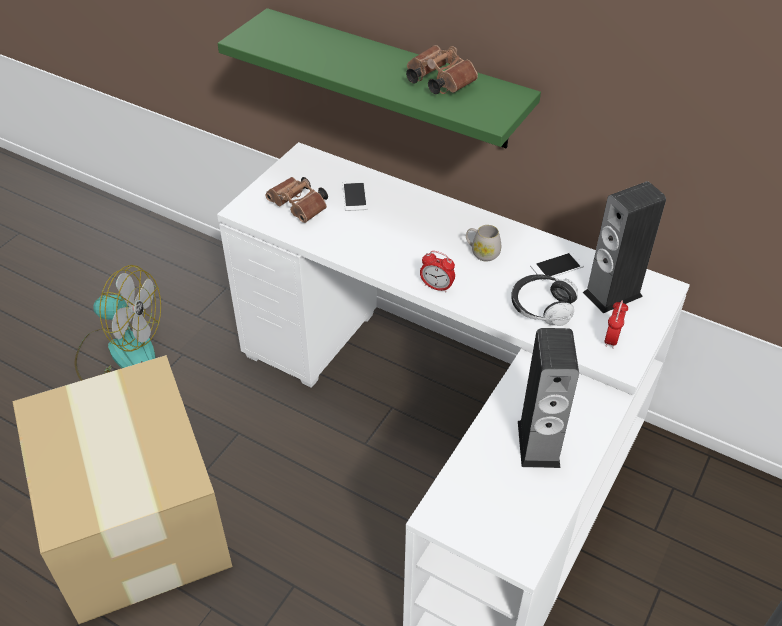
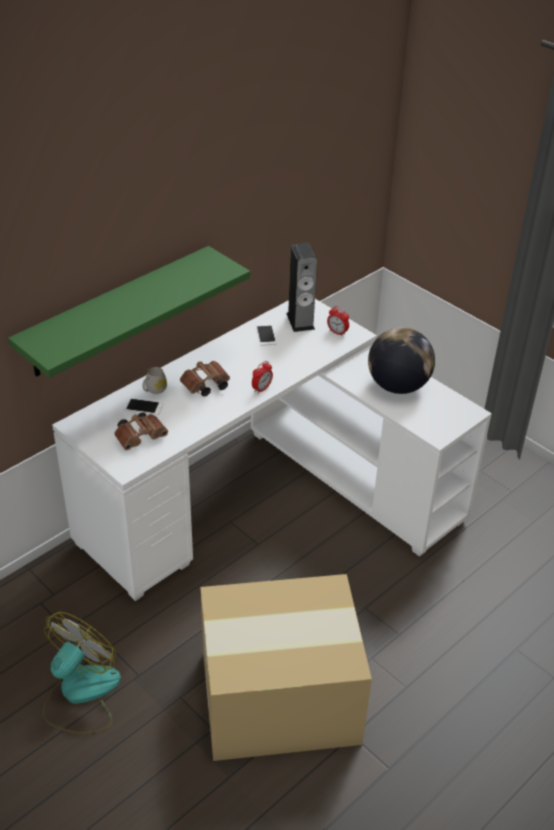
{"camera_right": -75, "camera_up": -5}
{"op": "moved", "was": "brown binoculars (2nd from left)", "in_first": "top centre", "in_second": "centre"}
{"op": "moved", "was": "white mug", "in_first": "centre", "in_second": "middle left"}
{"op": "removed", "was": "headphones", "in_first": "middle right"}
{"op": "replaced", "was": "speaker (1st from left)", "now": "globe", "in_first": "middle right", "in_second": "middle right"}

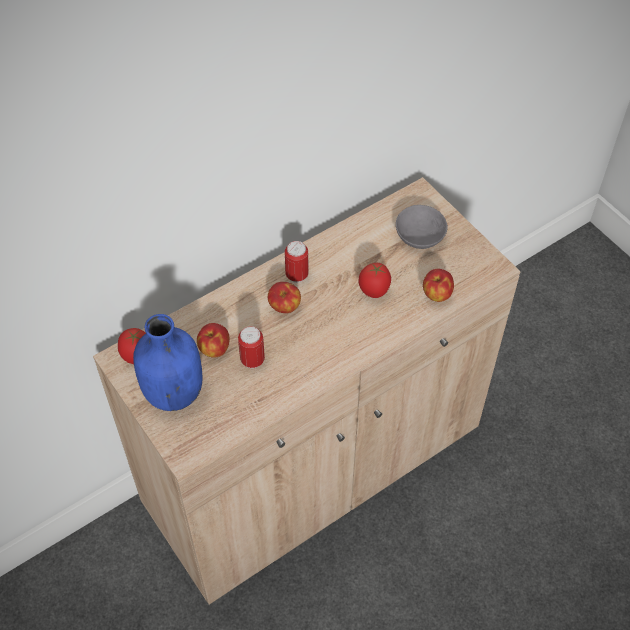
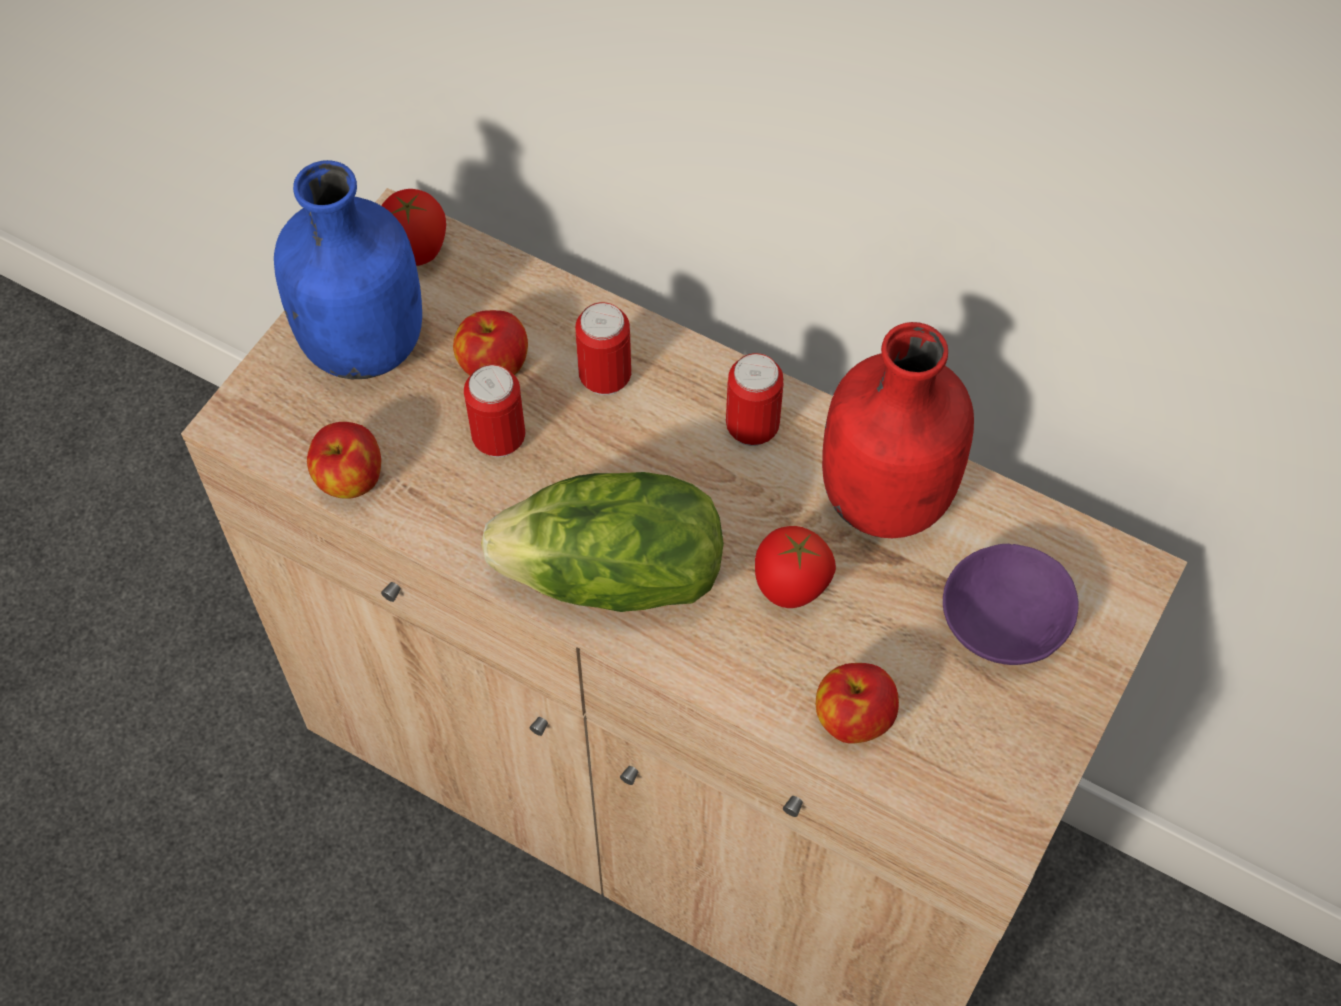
{"camera_right": 65, "camera_up": 5}
{"op": "recoloured", "was": "grey bowl", "now": "purple bowl", "in_first": "middle right", "in_second": "middle right"}
{"op": "moved", "was": "apple (2nd from left in the first image)", "now": "apple (1st from left)", "in_first": "centre", "in_second": "middle left"}
{"op": "added", "now": "can (2nd from left)", "in_second": "centre"}
{"op": "added", "now": "red bottle", "in_second": "middle right"}
{"op": "added", "now": "lettuce", "in_second": "centre"}

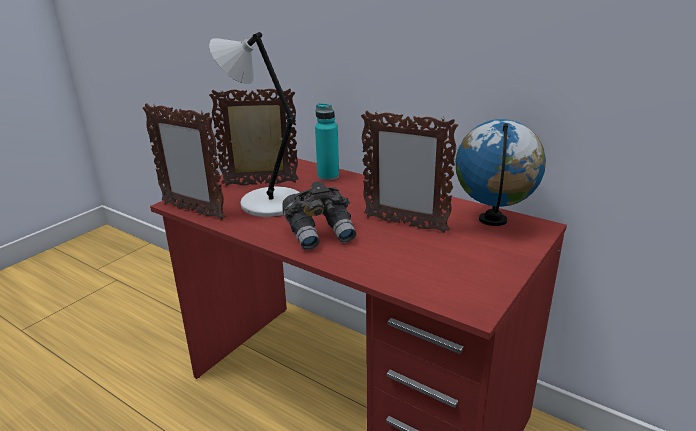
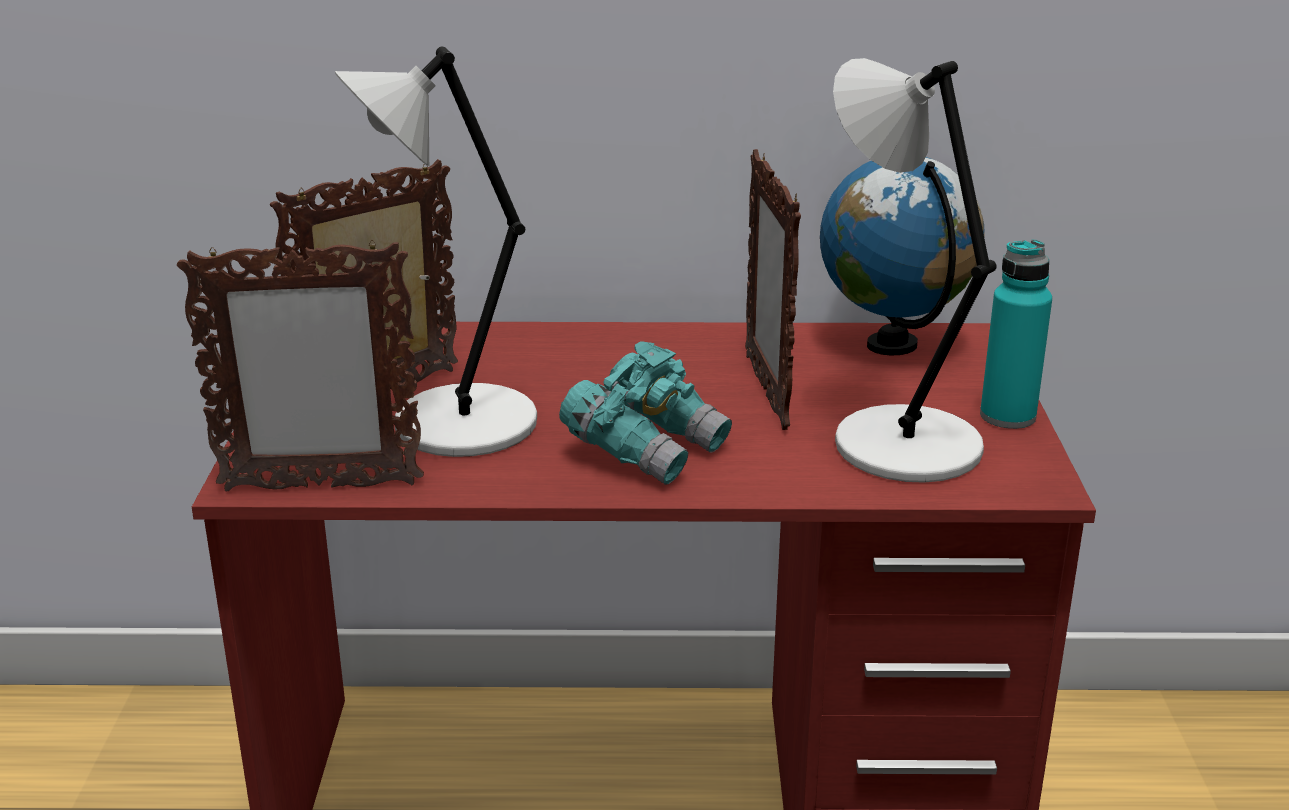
{"camera_right": -35, "camera_up": 0}
{"op": "moved", "was": "turquoise bottle", "in_first": "top centre", "in_second": "middle right"}
{"op": "turned", "was": "picture frame (3rd from left)", "in_first": "centre", "in_second": "centre", "clockwise": 90}
{"op": "recoloured", "was": "grey binoculars", "now": "turquoise binoculars", "in_first": "centre", "in_second": "centre"}
{"op": "added", "now": "grey table lamp (2nd from left)", "in_second": "middle right"}

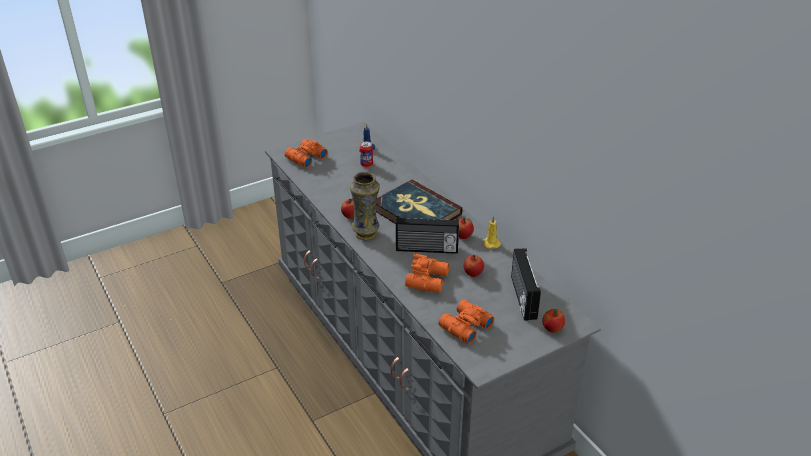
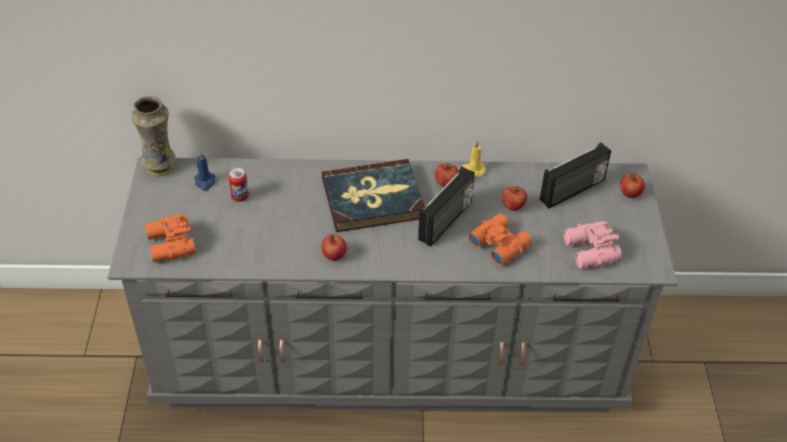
{"camera_right": -60, "camera_up": 10}
{"op": "moved", "was": "vase", "in_first": "centre", "in_second": "top left"}
{"op": "turned", "was": "radio (2nd from left)", "in_first": "centre", "in_second": "middle right", "clockwise": -60}
{"op": "recoloured", "was": "orange binoculars (3rd from left)", "now": "pink binoculars", "in_first": "bottom centre", "in_second": "middle right"}

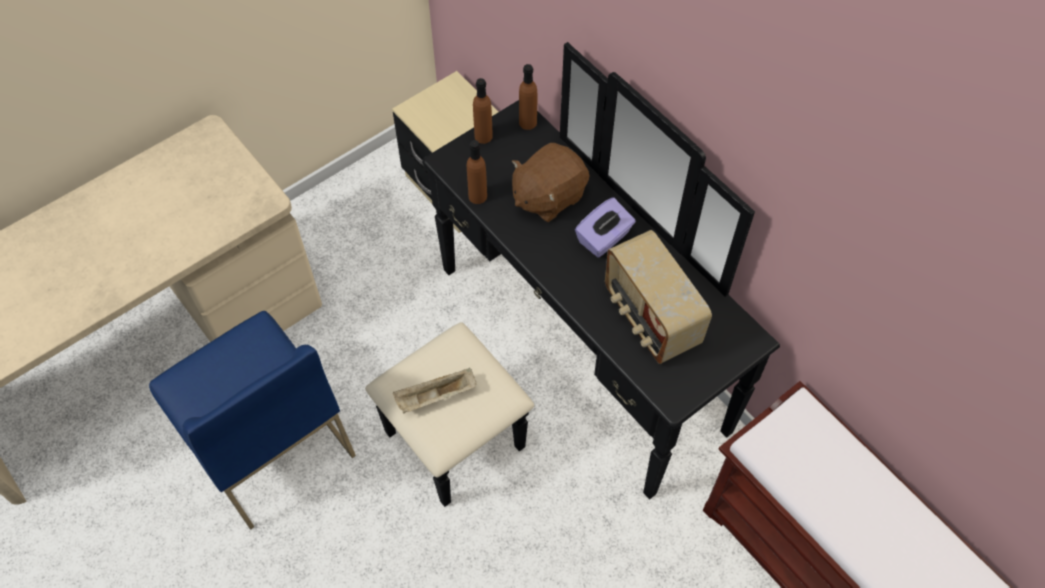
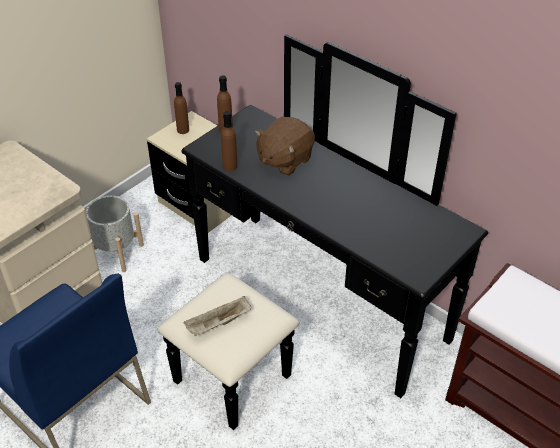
{"camera_right": -10, "camera_up": -15}
{"op": "moved", "was": "brown bottle (3rd from left in the first image)", "now": "brown bottle (1st from left)", "in_first": "top centre", "in_second": "top left"}
{"op": "removed", "was": "purple tissue box", "in_first": "centre"}
{"op": "removed", "was": "radio", "in_first": "centre"}
{"op": "added", "now": "grey planter", "in_second": "middle left"}

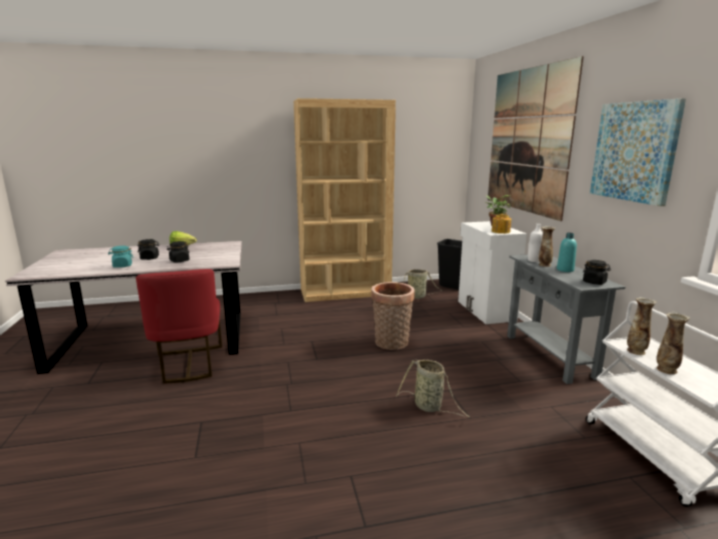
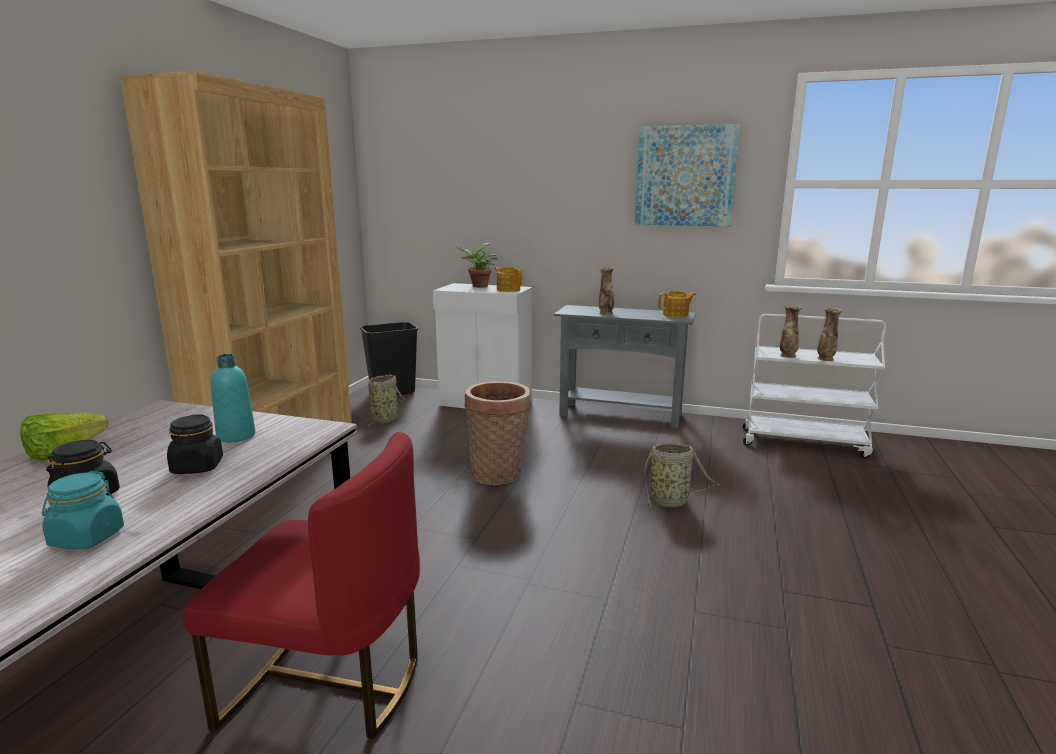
{"camera_right": -60, "camera_up": 0}
{"op": "removed", "was": "picture (1st from left)", "in_first": "top right"}
{"op": "removed", "was": "white bottle", "in_first": "middle right"}
{"op": "moved", "was": "turquoise bottle", "in_first": "middle right", "in_second": "middle left"}
{"op": "replaced", "was": "black jar (3rd from left)", "now": "teapot (2nd from left)", "in_first": "middle right", "in_second": "centre"}

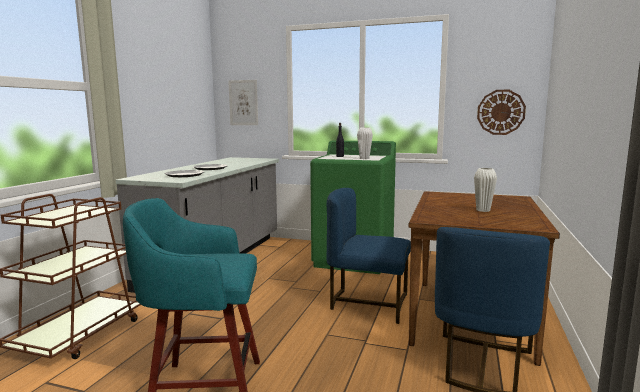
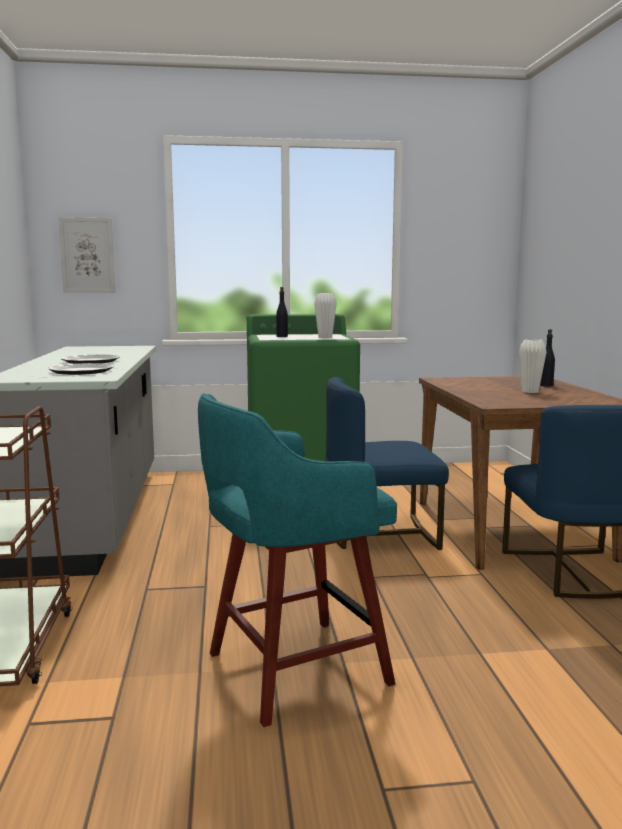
{"camera_right": -25, "camera_up": 0}
{"op": "removed", "was": "wall clock", "in_first": "top right"}
{"op": "added", "now": "black bottle (2nd from left)", "in_second": "middle right"}

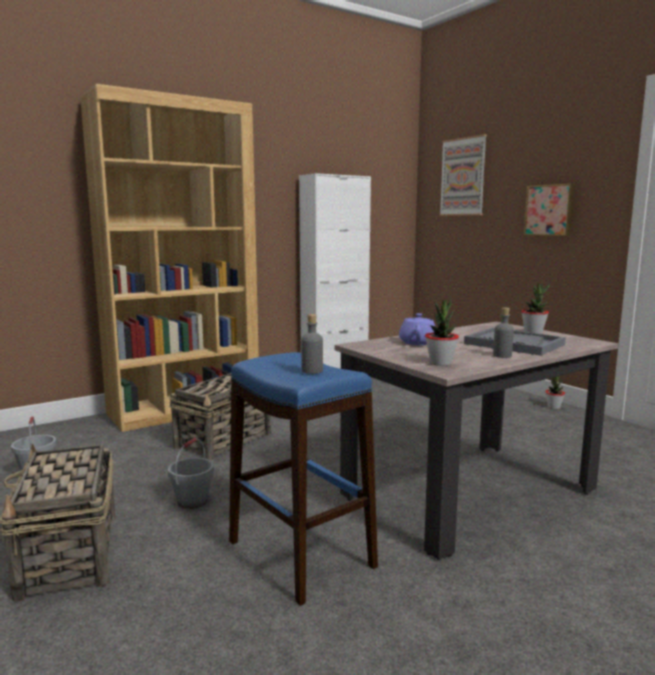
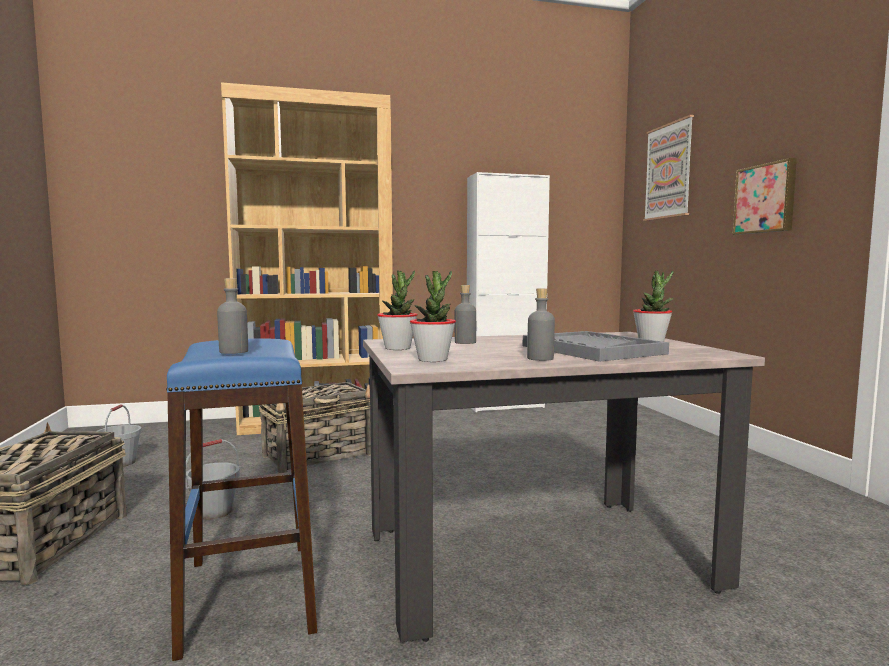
{"camera_right": 20, "camera_up": -5}
{"op": "replaced", "was": "purple teapot", "now": "grey bottle (2nd from left)", "in_first": "centre", "in_second": "centre"}
{"op": "moved", "was": "potted plant (3rd from left in the first image)", "now": "potted plant (1st from left)", "in_first": "middle right", "in_second": "centre"}

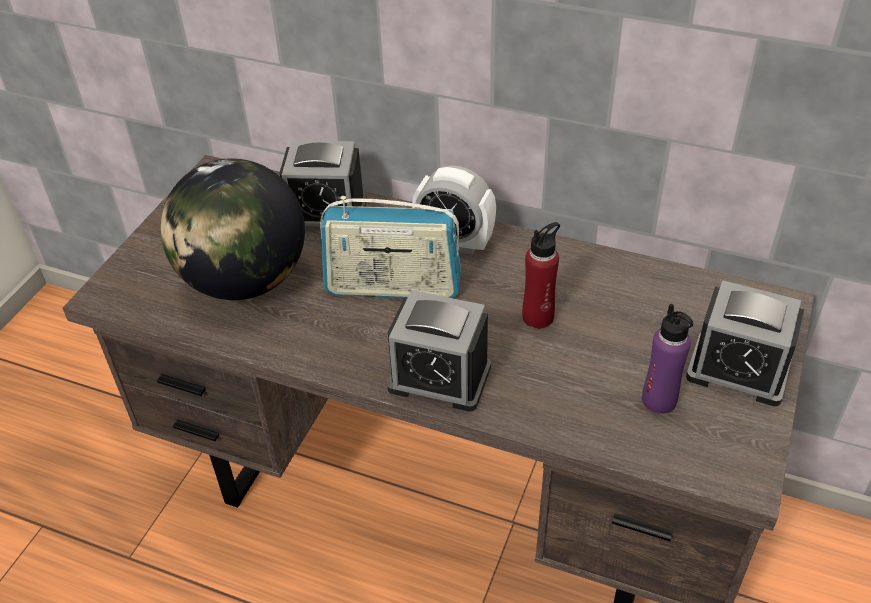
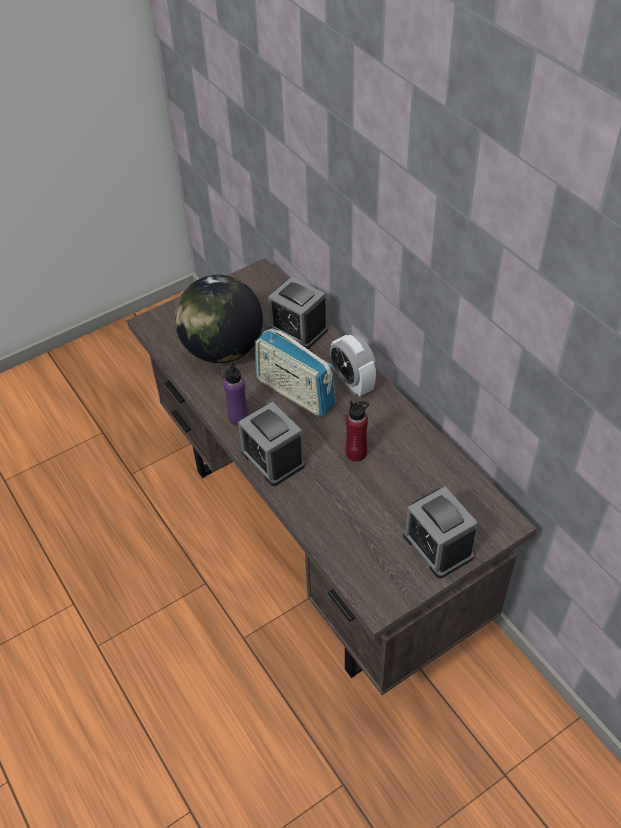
{"camera_right": 35, "camera_up": 5}
{"op": "moved", "was": "purple bottle", "in_first": "middle right", "in_second": "centre"}

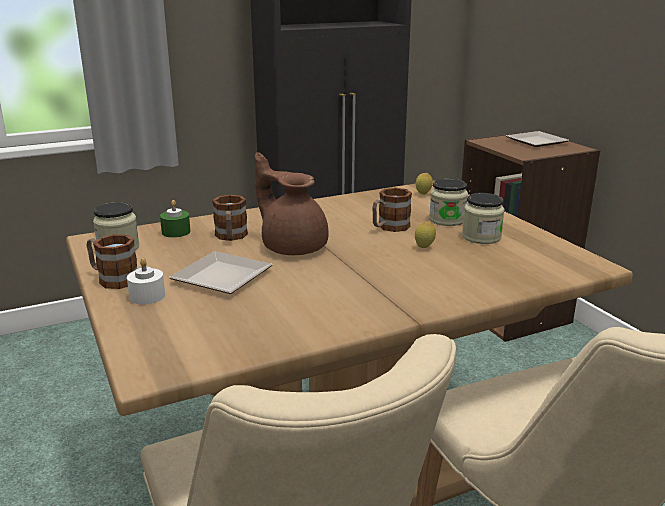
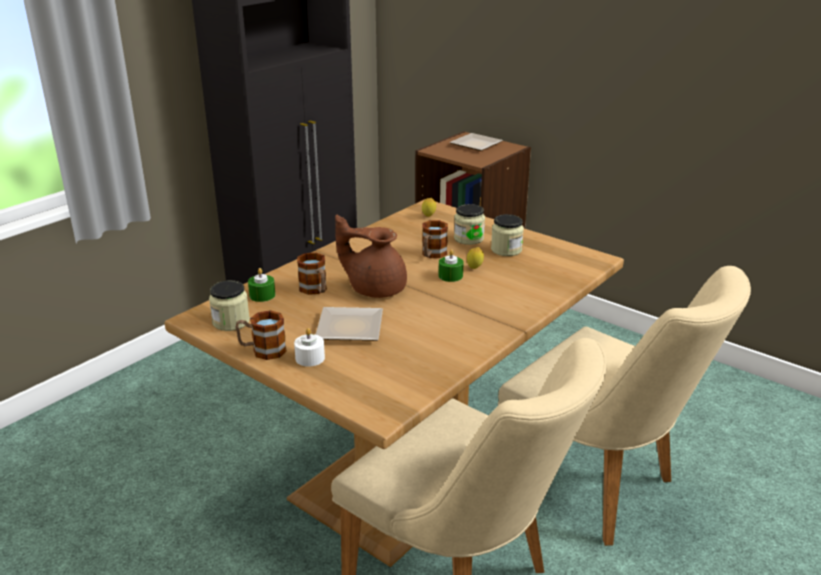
{"camera_right": -25, "camera_up": 5}
{"op": "added", "now": "green candle (2nd from left)", "in_second": "centre"}

